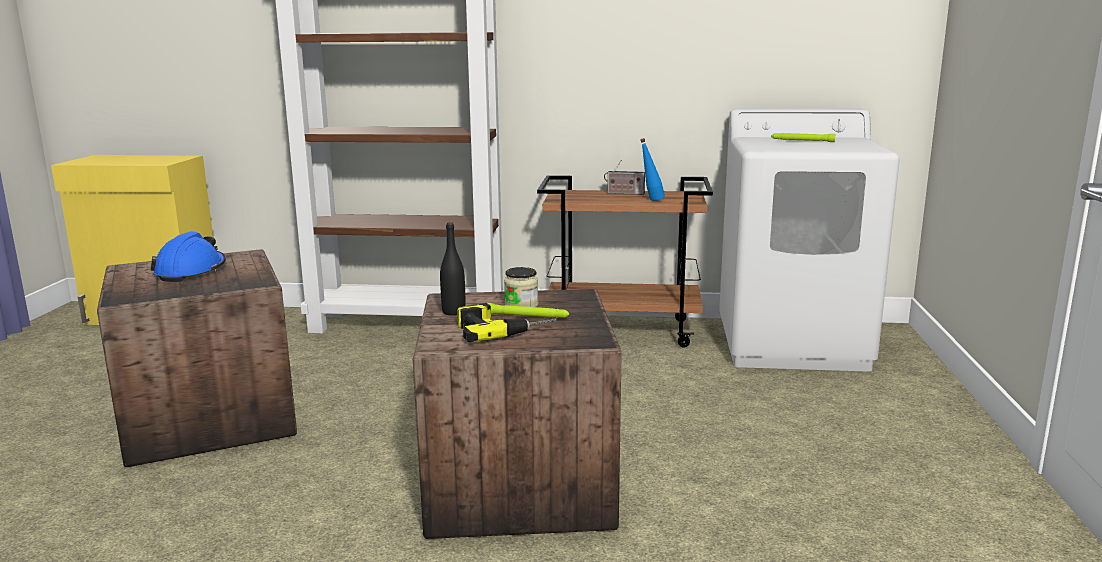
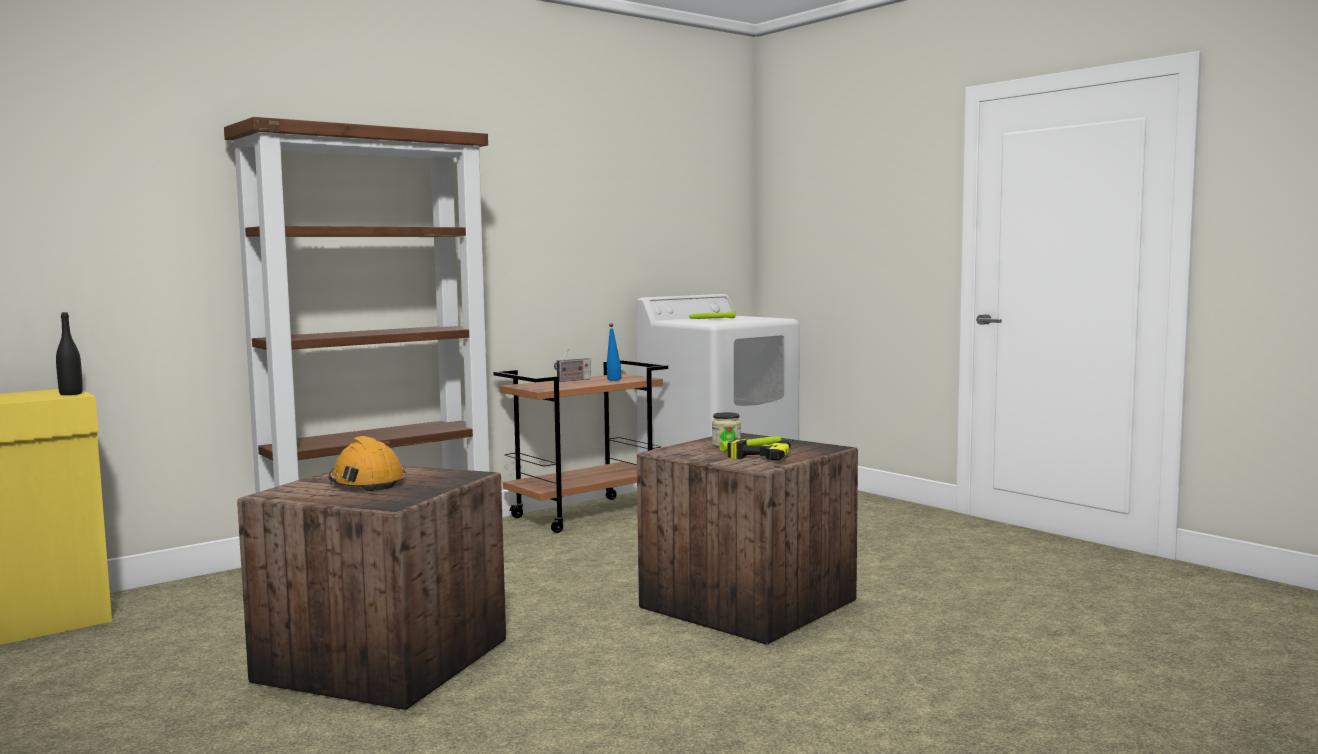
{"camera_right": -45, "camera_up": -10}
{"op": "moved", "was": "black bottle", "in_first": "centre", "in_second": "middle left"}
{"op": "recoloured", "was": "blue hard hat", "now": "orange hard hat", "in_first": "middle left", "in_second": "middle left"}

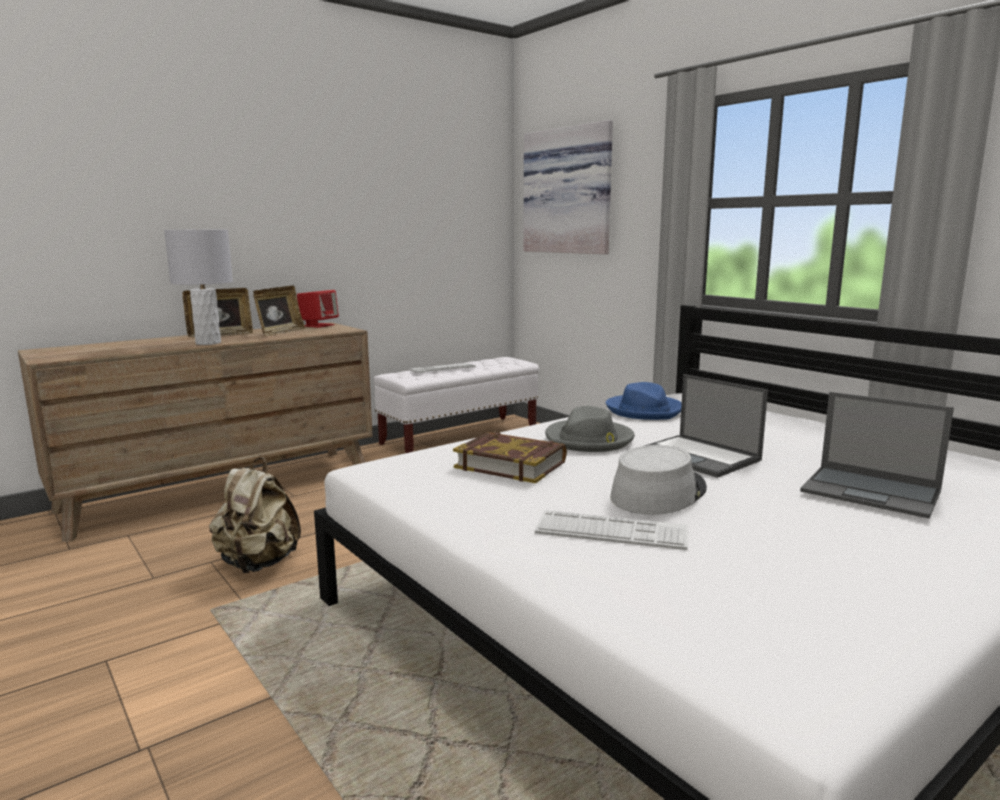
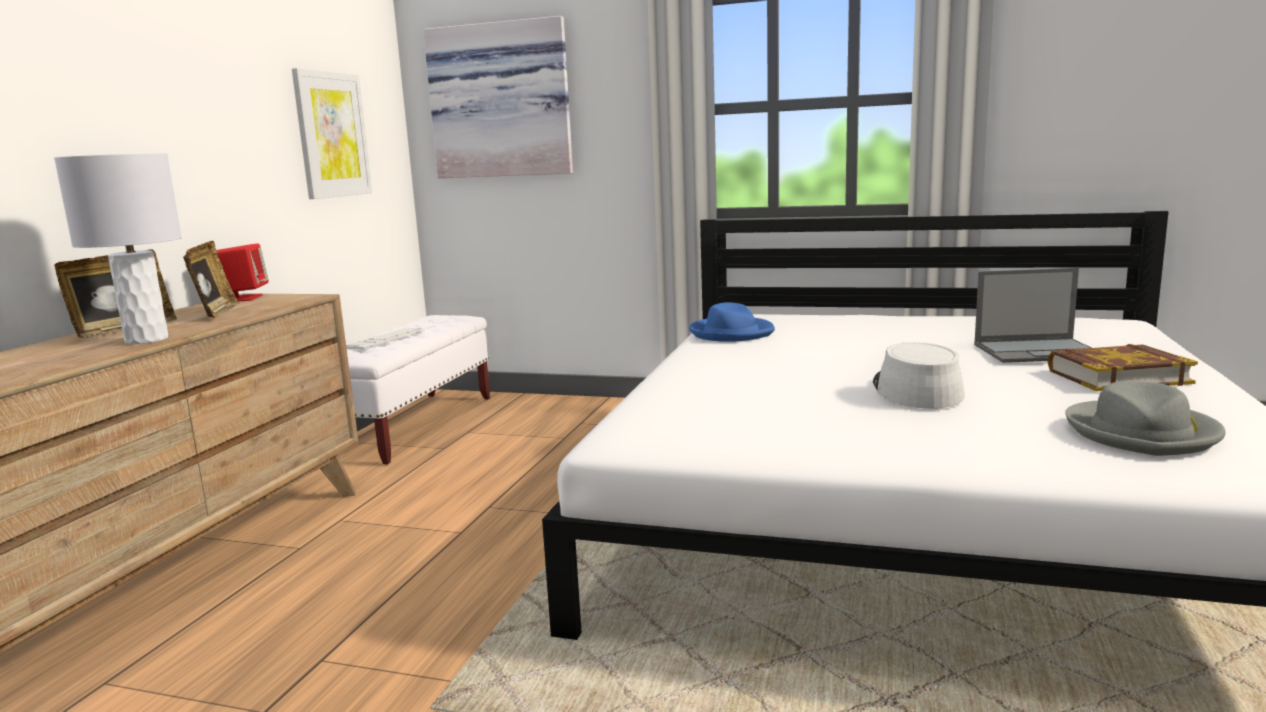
{"camera_right": -35, "camera_up": 0}
{"op": "removed", "was": "laptop (1st from left)", "in_first": "middle right"}
{"op": "moved", "was": "grey hat (1st from left in the first image)", "now": "grey hat (2nd from left)", "in_first": "centre", "in_second": "middle right"}
{"op": "moved", "was": "book", "in_first": "centre", "in_second": "middle right"}
{"op": "removed", "was": "beige backpack", "in_first": "middle left"}
{"op": "removed", "was": "keyboard (2nd from left)", "in_first": "centre"}
{"op": "added", "now": "picture (1st from left)", "in_second": "top left"}

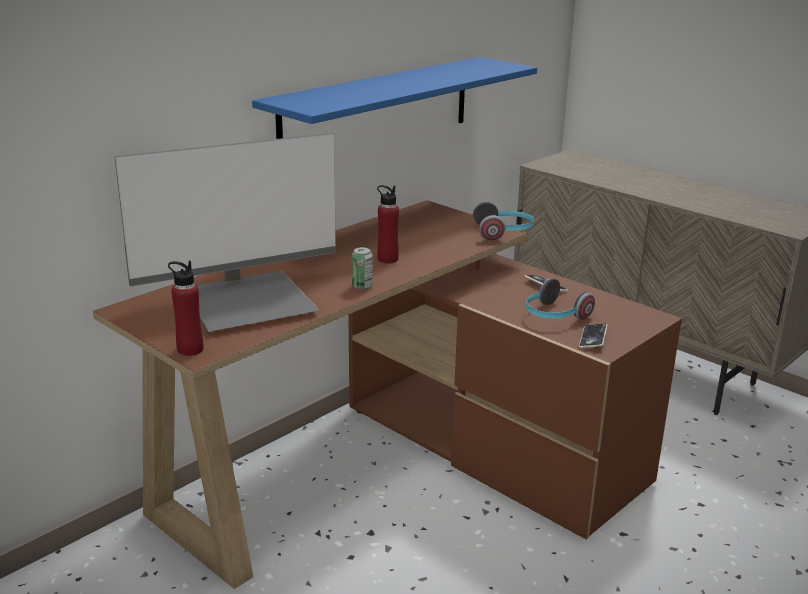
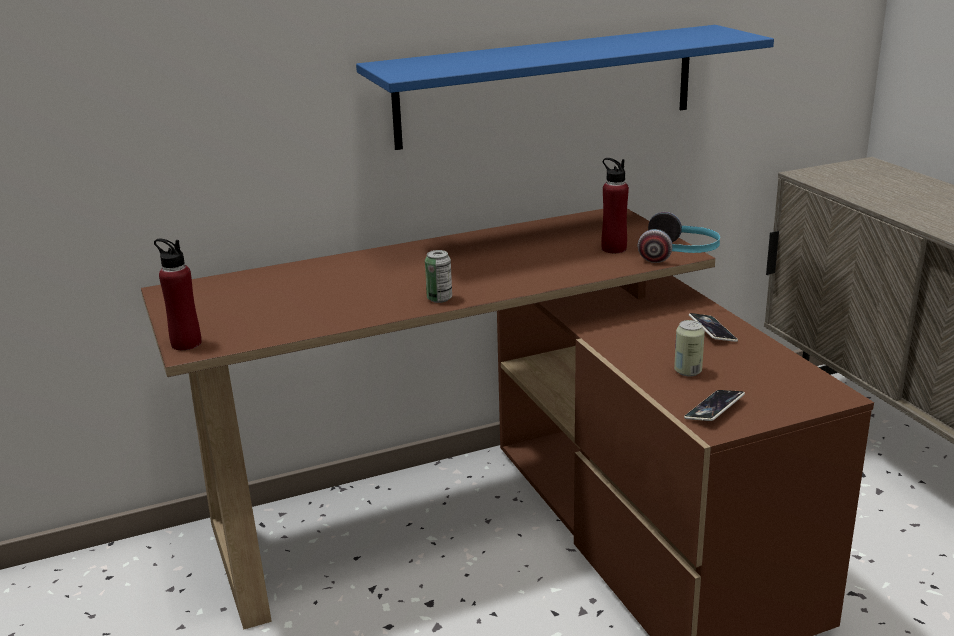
{"camera_right": 25, "camera_up": 0}
{"op": "removed", "was": "monitor", "in_first": "middle left"}
{"op": "moved", "was": "red bottle (2nd from left)", "in_first": "centre", "in_second": "top centre"}
{"op": "replaced", "was": "headphones (2nd from left)", "now": "can (2nd from left)", "in_first": "middle right", "in_second": "middle right"}

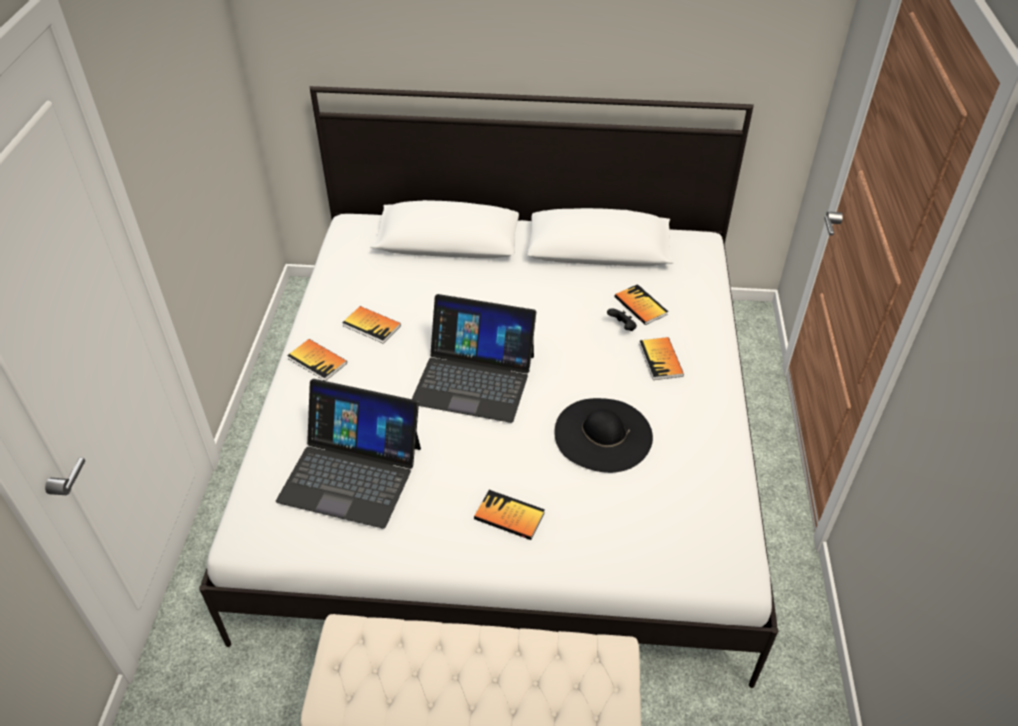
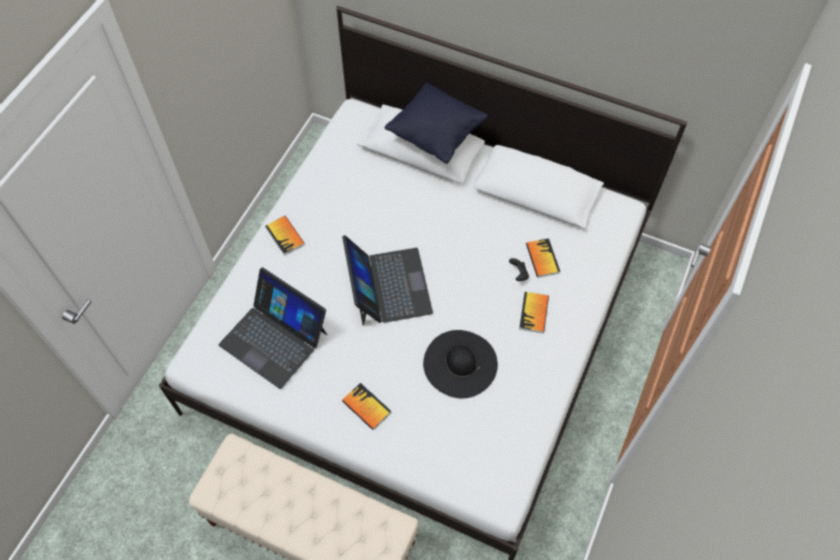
{"camera_right": 20, "camera_up": 15}
{"op": "turned", "was": "laptop (2nd from left)", "in_first": "centre", "in_second": "centre", "clockwise": -135}
{"op": "removed", "was": "book (2nd from left)", "in_first": "centre"}
{"op": "added", "now": "black pillow", "in_second": "top centre"}

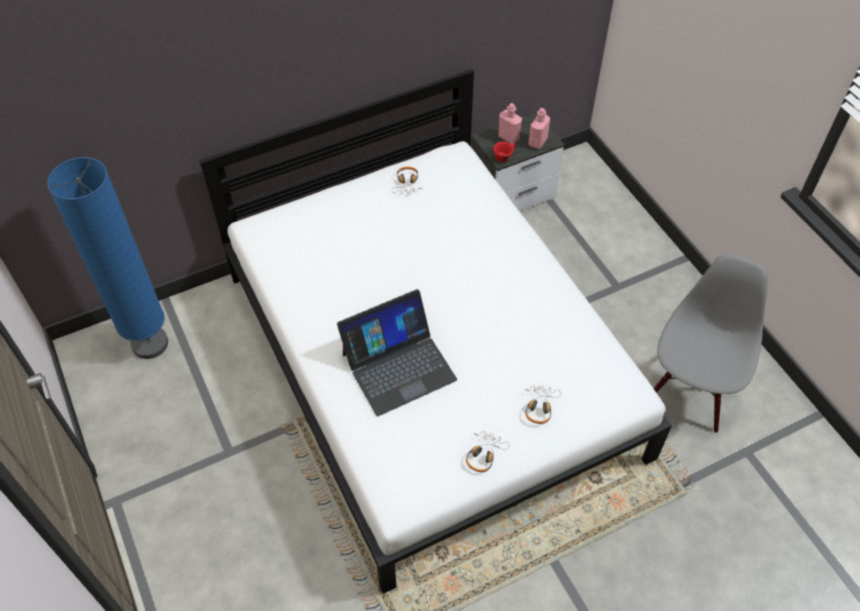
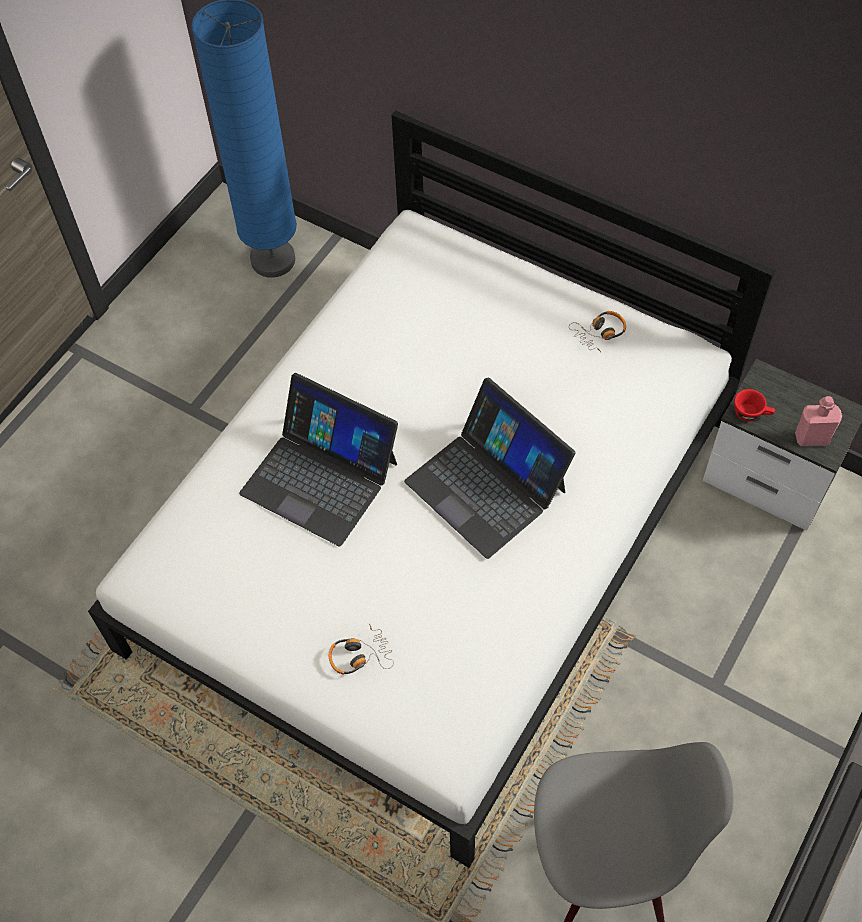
{"camera_right": 60, "camera_up": 5}
{"op": "removed", "was": "pink bottle (1st from left)", "in_first": "top centre"}
{"op": "removed", "was": "headphones (2nd from left)", "in_first": "bottom centre"}
{"op": "added", "now": "laptop (2nd from left)", "in_second": "centre"}

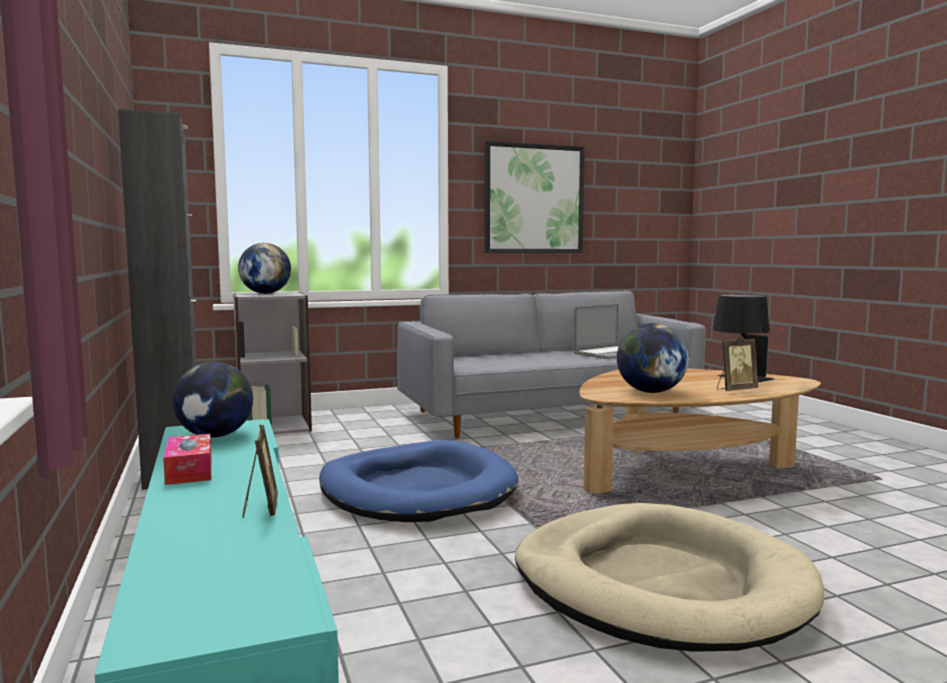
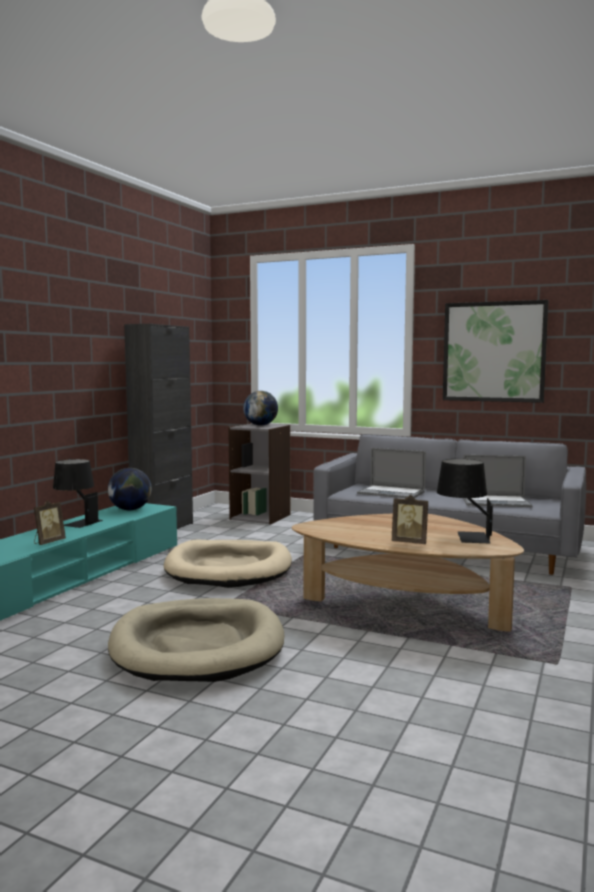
{"camera_right": 45, "camera_up": 0}
{"op": "removed", "was": "globe (3rd from left)", "in_first": "middle right"}
{"op": "replaced", "was": "tissue box", "now": "black table lamp (1st from left)", "in_first": "bottom left", "in_second": "middle left"}
{"op": "recoloured", "was": "blue dog bed", "now": "beige dog bed (2nd from left)", "in_first": "bottom centre", "in_second": "centre"}
{"op": "added", "now": "laptop (1st from left)", "in_second": "centre"}

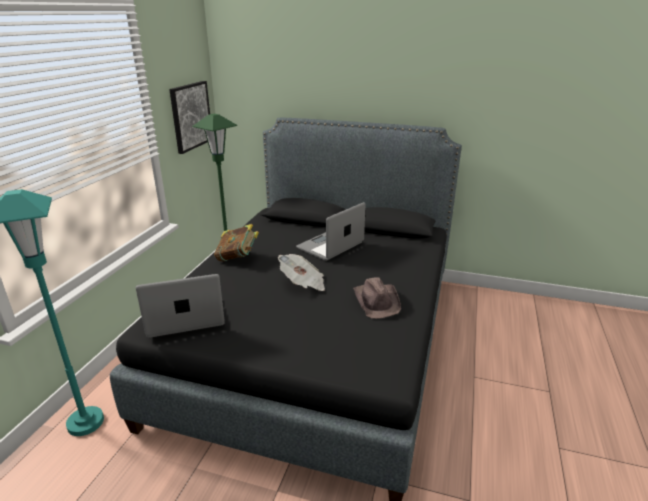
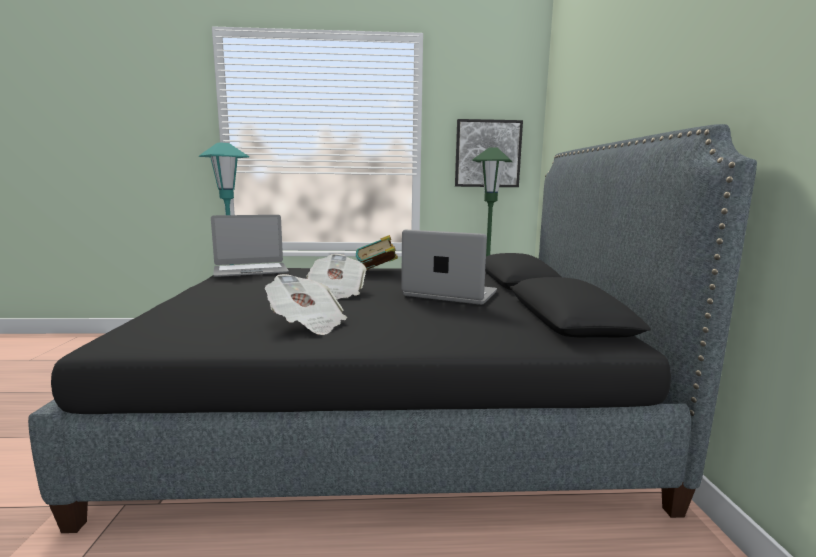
{"camera_right": 70, "camera_up": -15}
{"op": "turned", "was": "laptop (1st from left)", "in_first": "middle left", "in_second": "middle left", "clockwise": 105}
{"op": "replaced", "was": "brown hat", "now": "newspaper (1st from left)", "in_first": "centre", "in_second": "centre"}

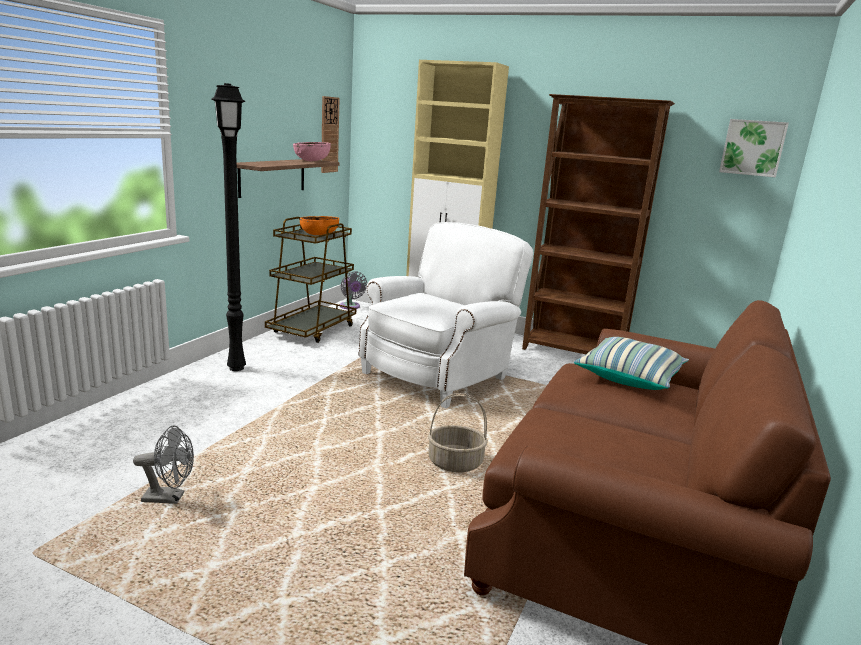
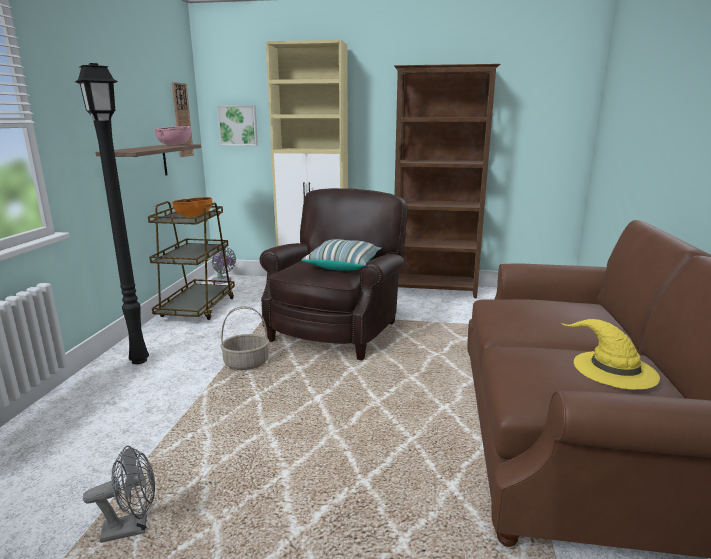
{"camera_right": -15, "camera_up": 0}
{"op": "moved", "was": "picture", "in_first": "top right", "in_second": "top centre"}
{"op": "recoloured", "was": "white armchair", "now": "brown armchair", "in_first": "centre", "in_second": "centre"}
{"op": "moved", "was": "pillow", "in_first": "middle right", "in_second": "centre"}
{"op": "moved", "was": "basket", "in_first": "bottom centre", "in_second": "centre"}
{"op": "added", "now": "yellow hat", "in_second": "middle right"}

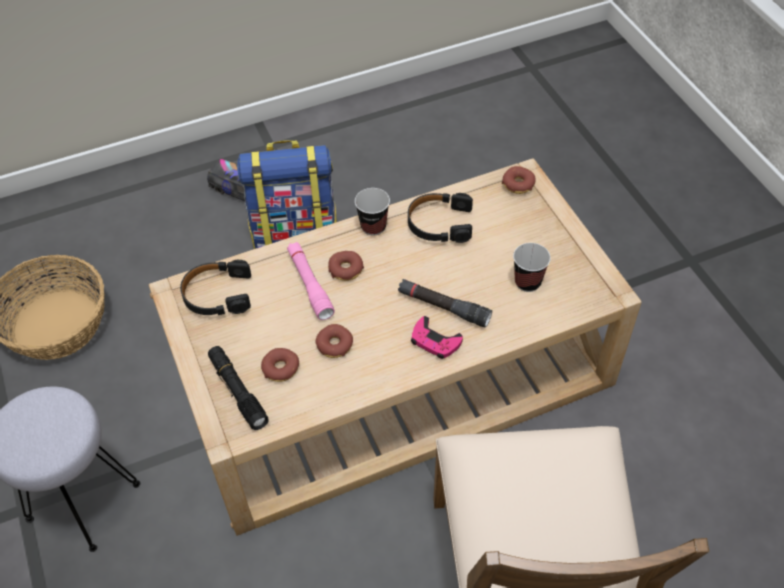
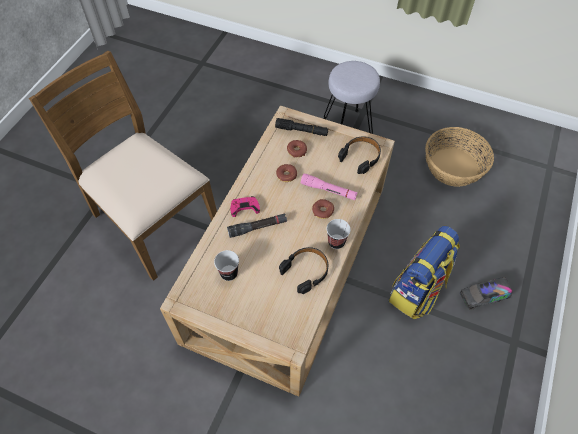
{"camera_right": 135, "camera_up": 5}
{"op": "removed", "was": "donut (4th from left)", "in_first": "top centre"}

